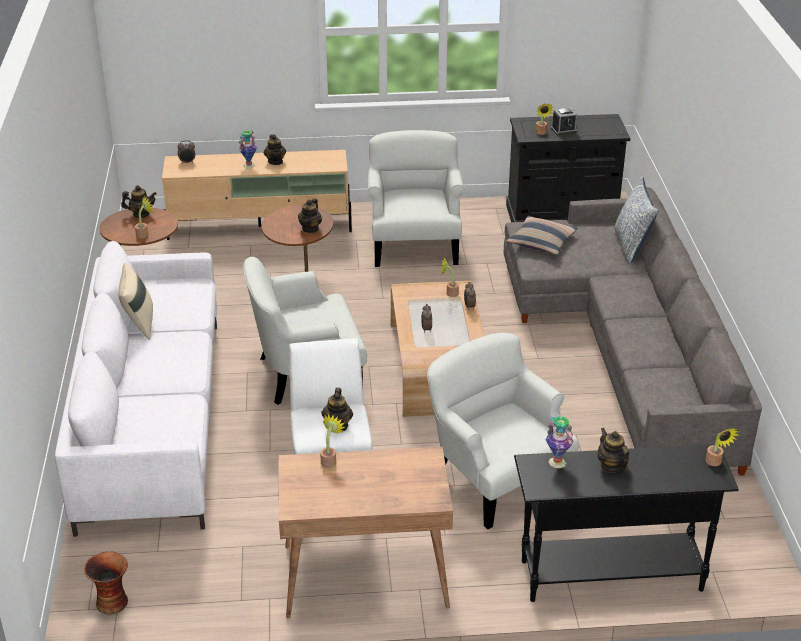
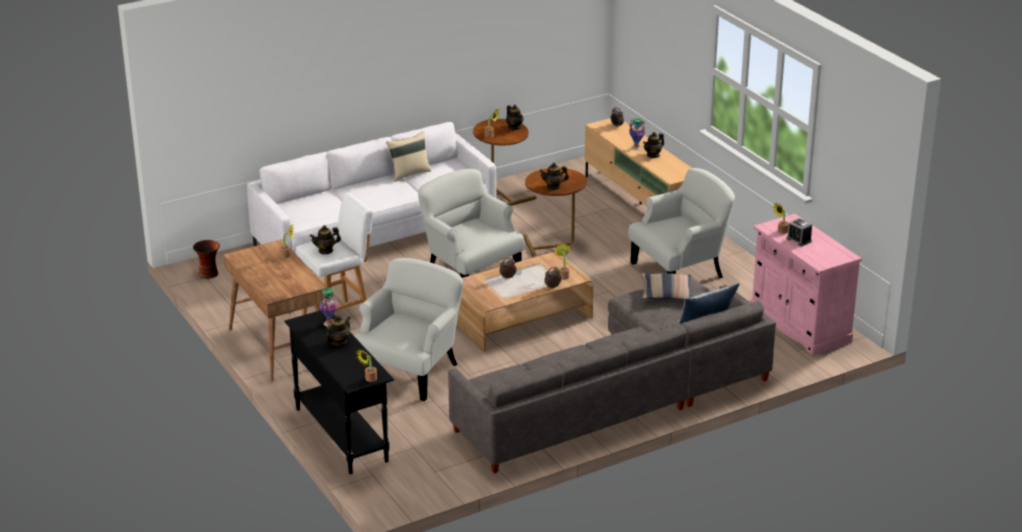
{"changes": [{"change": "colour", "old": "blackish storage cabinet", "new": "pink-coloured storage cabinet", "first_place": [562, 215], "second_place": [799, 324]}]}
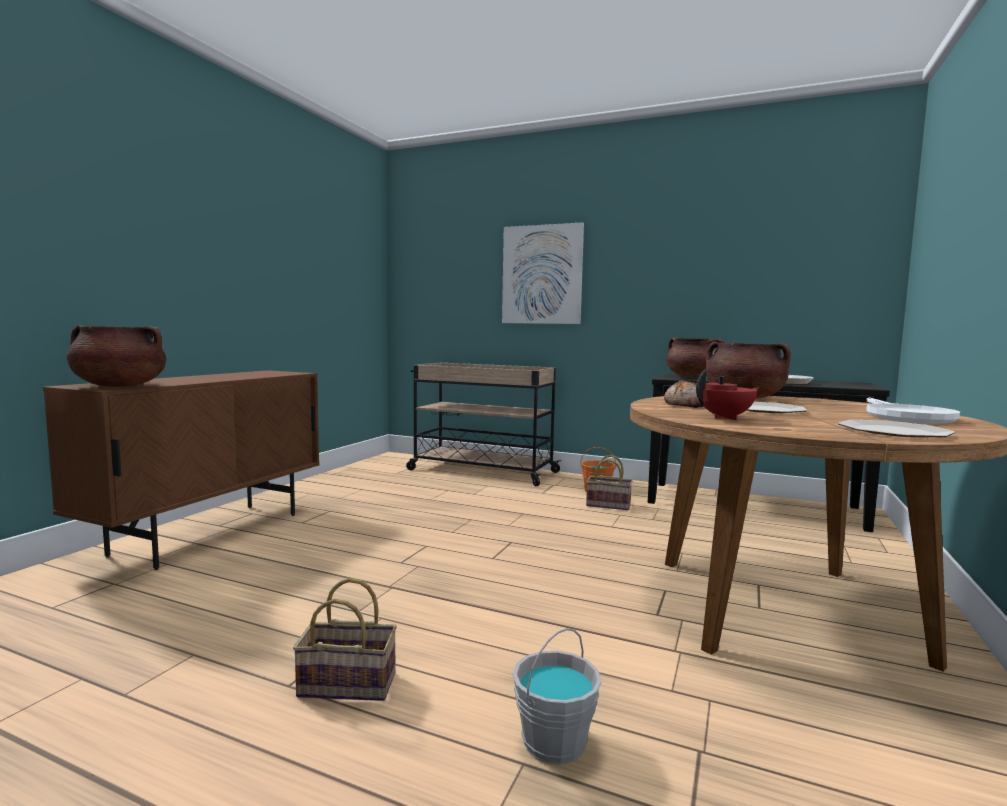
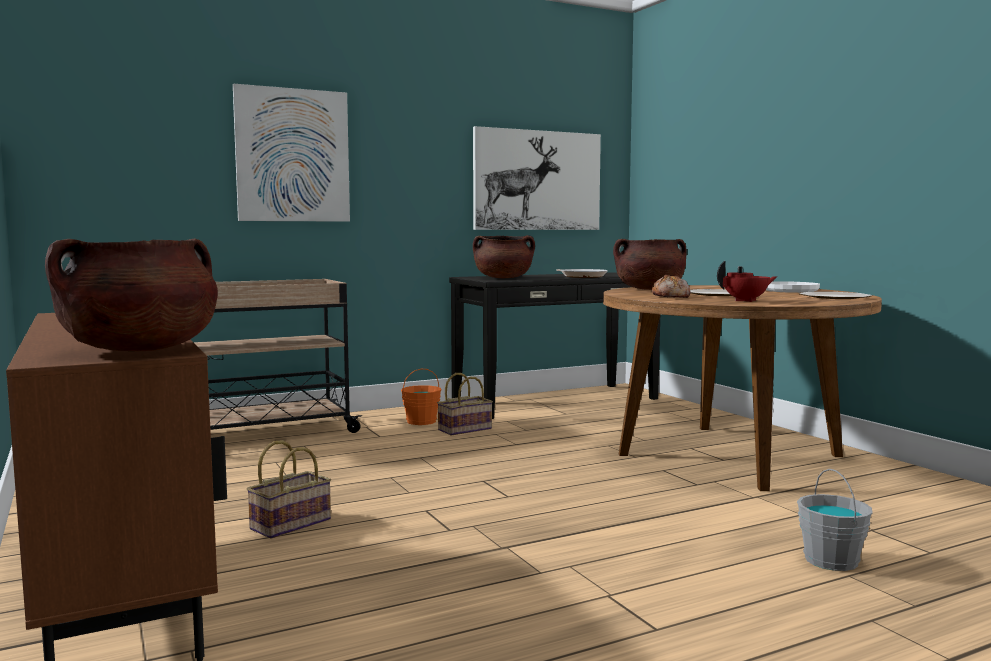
{"changes": [{"change": "relocated", "old": "household basket", "first_place": [350, 684], "second_place": [291, 523]}, {"change": "spun", "old": "red-coloured pot for tea", "first_place": [726, 418], "second_place": [746, 301], "degrees": 60}, {"change": "appeared", "new": "picture", "second_place": [537, 180]}]}
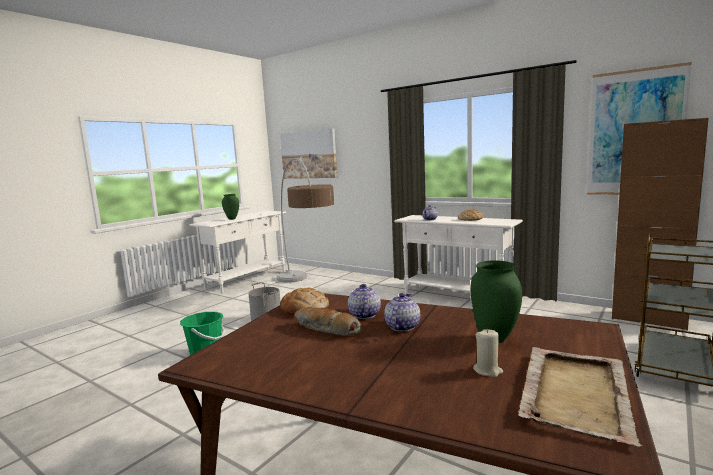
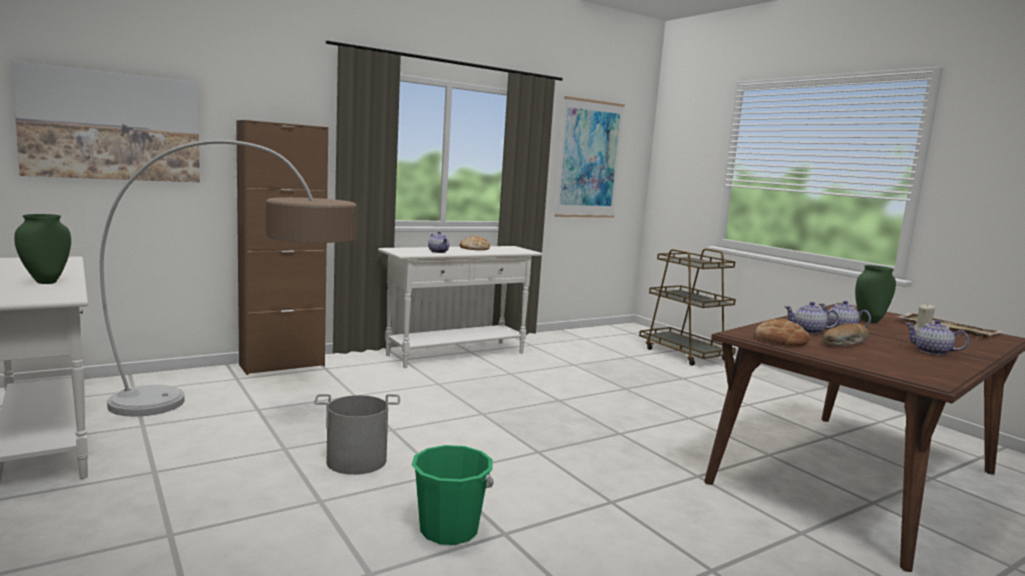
{"changes": [{"change": "relocated", "old": "brownish storage cabinet", "first_place": [648, 320], "second_place": [282, 365]}, {"change": "appeared", "new": "pot for tea", "second_place": [931, 352]}]}
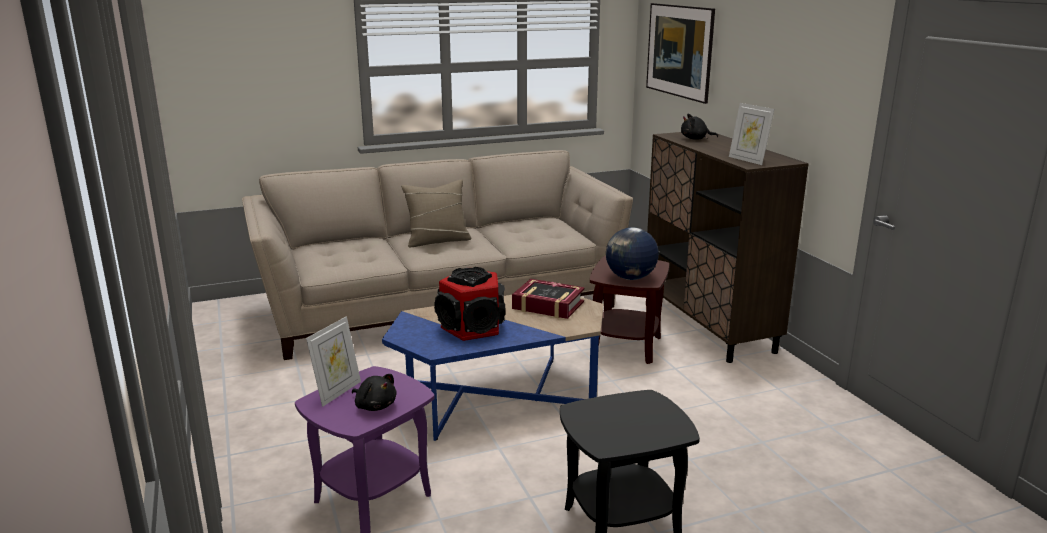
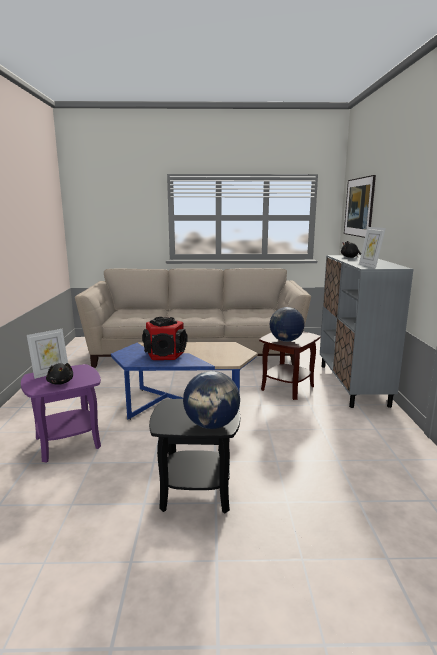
{"changes": [{"change": "missing", "old": "sand-coloured throw pillow", "first_place": [438, 241]}, {"change": "missing", "old": "bound book", "first_place": [548, 305]}, {"change": "colour", "old": "brownish storage cabinet", "new": "greyish storage cabinet", "first_place": [709, 326], "second_place": [352, 384]}, {"change": "appeared", "new": "desk globe", "second_place": [212, 425]}]}
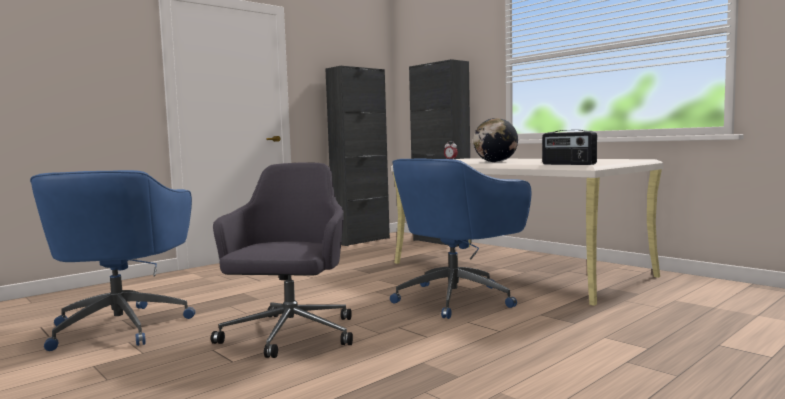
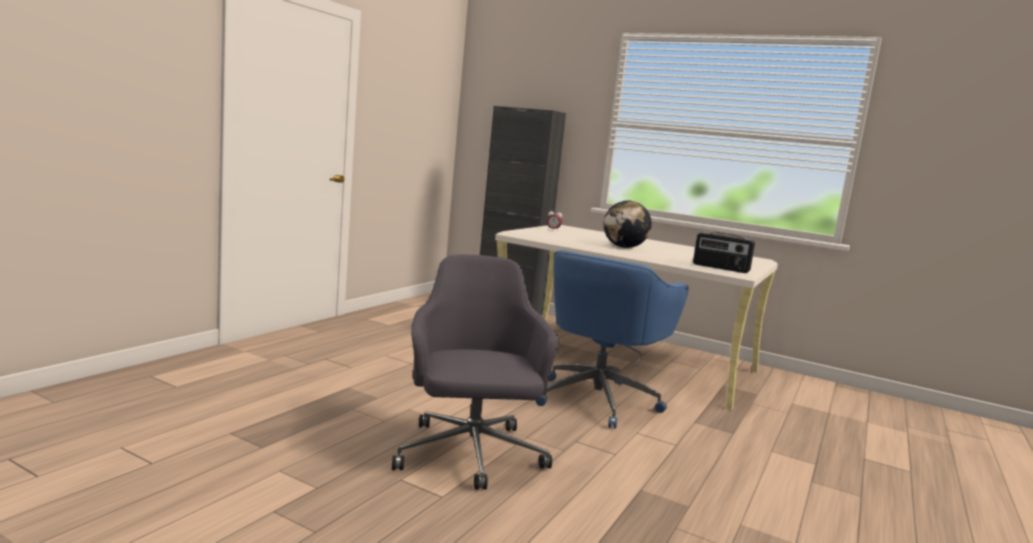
{"changes": [{"change": "missing", "old": "bluish computer chair", "first_place": [121, 326]}, {"change": "missing", "old": "blackish storage cabinet", "first_place": [361, 240]}]}
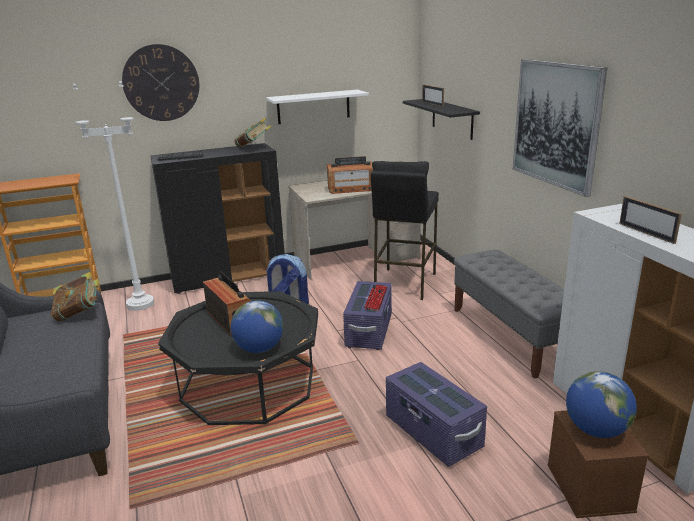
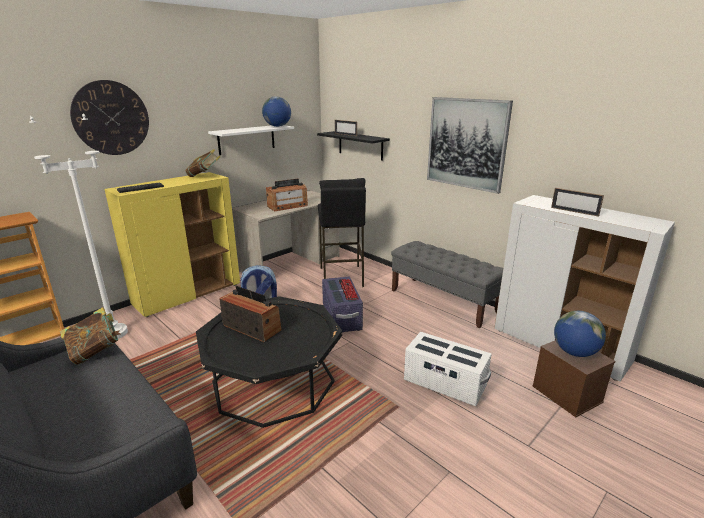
{"changes": [{"change": "colour", "old": "blackish storage cabinet", "new": "yellowish storage cabinet", "first_place": [229, 277], "second_place": [188, 294]}, {"change": "relocated", "old": "desk globe", "first_place": [259, 349], "second_place": [277, 126]}, {"change": "colour", "old": "purple storage box", "new": "whitish storage box", "first_place": [433, 432], "second_place": [444, 384]}]}
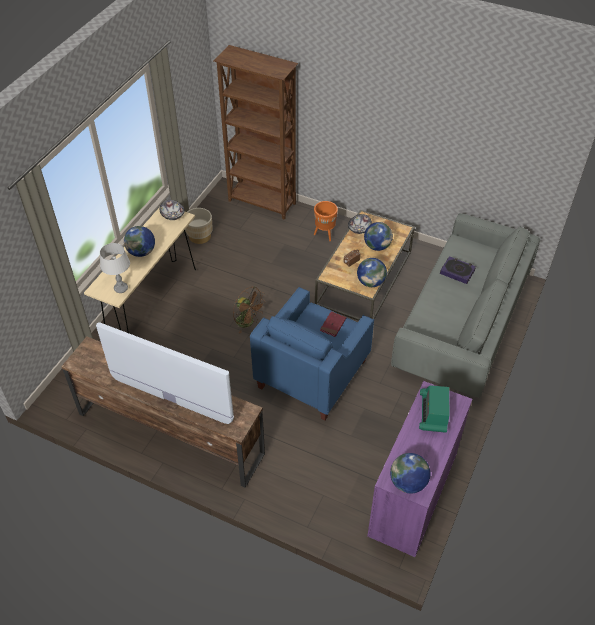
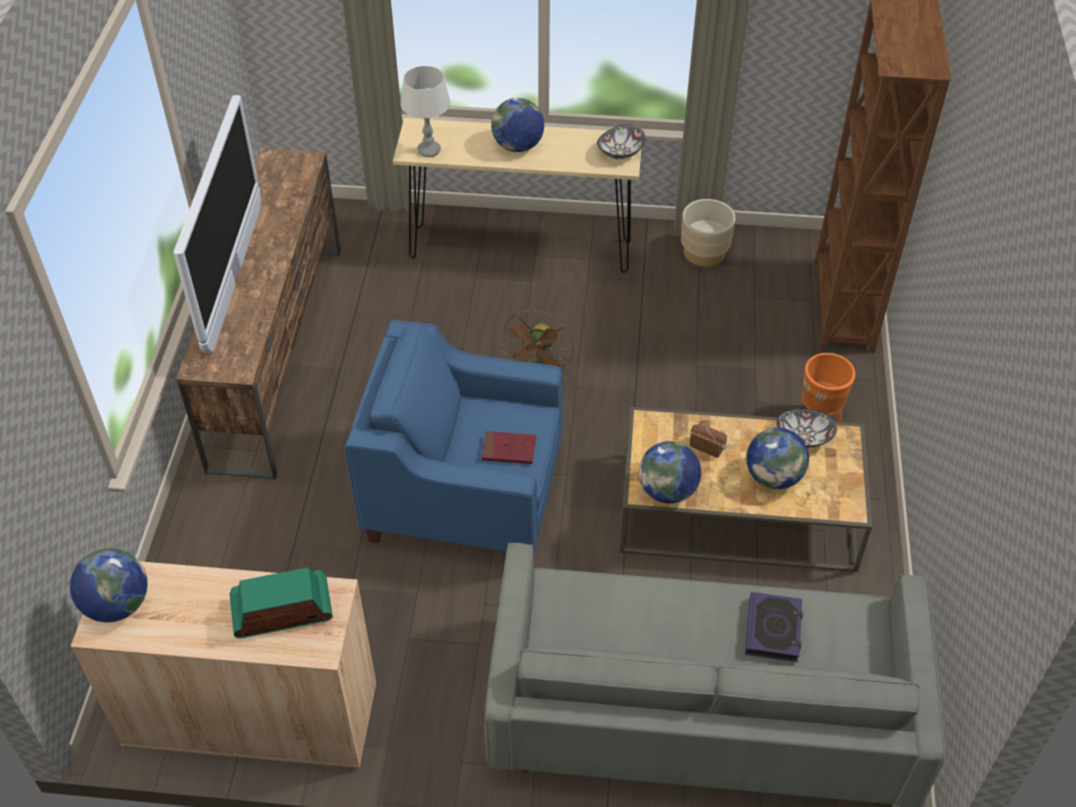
{"changes": [{"change": "colour", "old": "purple storage cabinet", "new": "sand-coloured storage cabinet", "first_place": [413, 494], "second_place": [251, 715]}]}
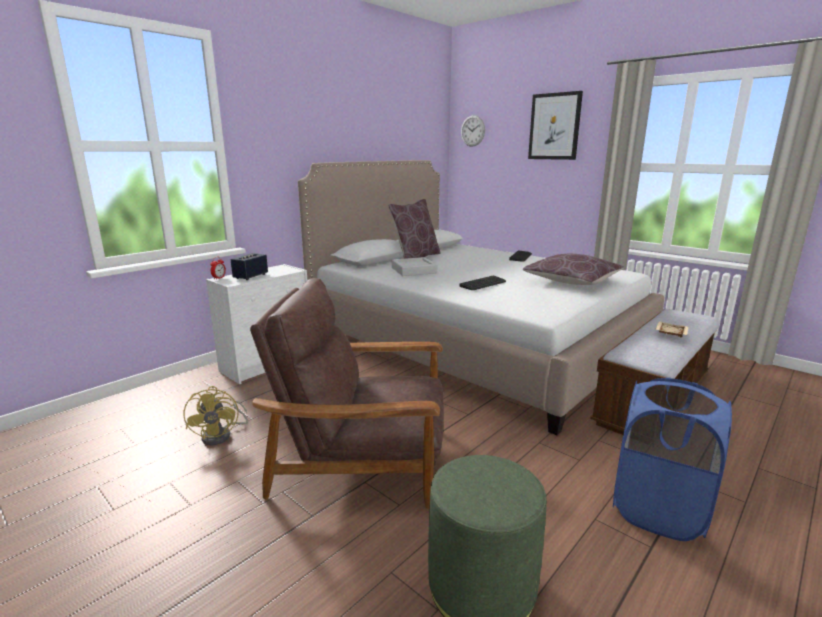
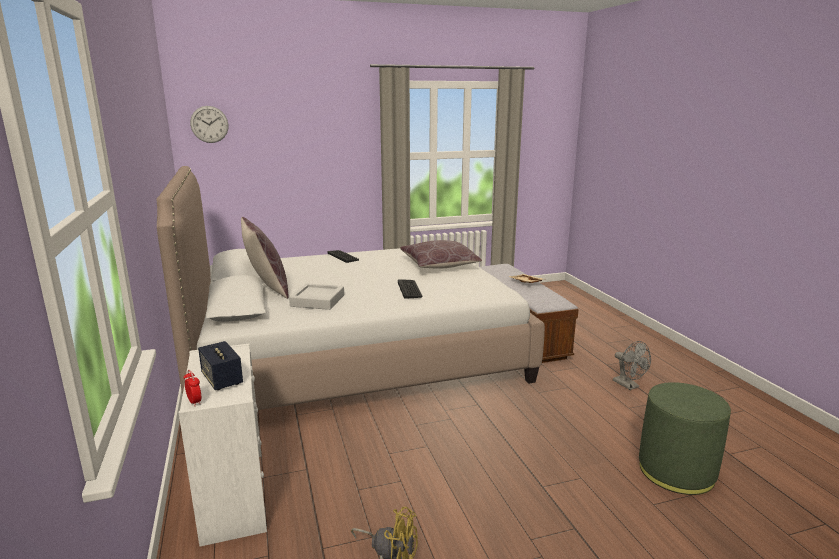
{"changes": [{"change": "missing", "old": "brownish easy chair", "first_place": [362, 459]}, {"change": "missing", "old": "picture", "first_place": [554, 126]}, {"change": "exchanged", "old": "bluish hamper", "new": "greyish fan", "first_place": [658, 510], "second_place": [629, 386]}]}
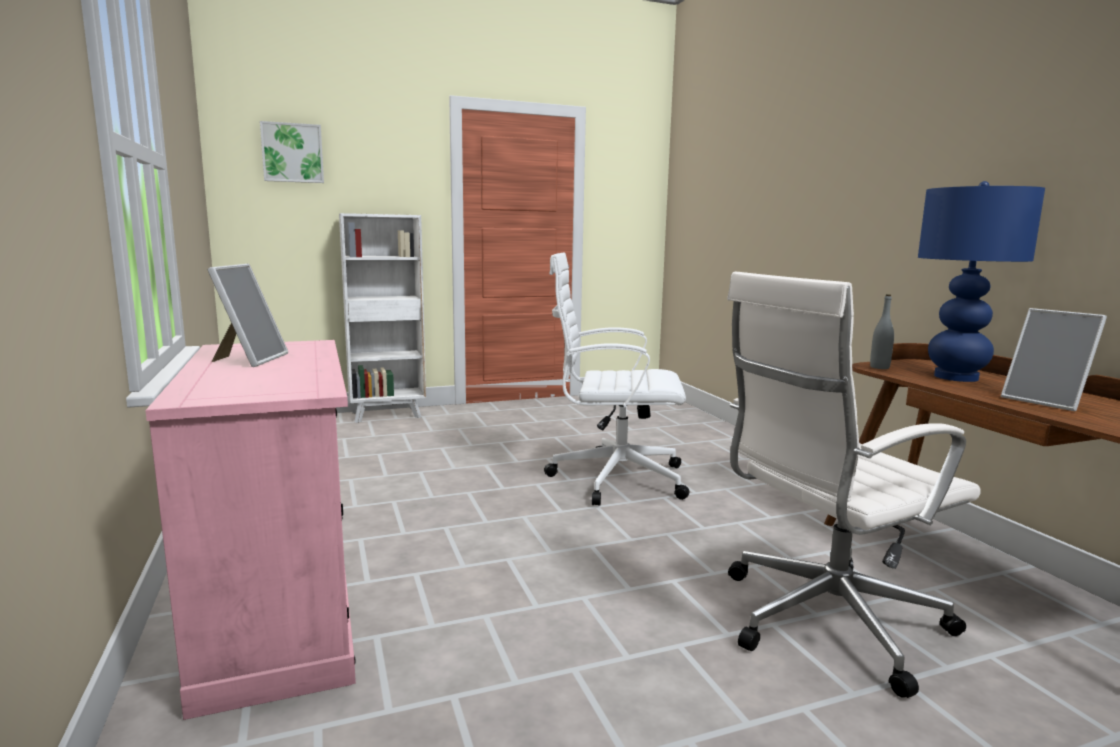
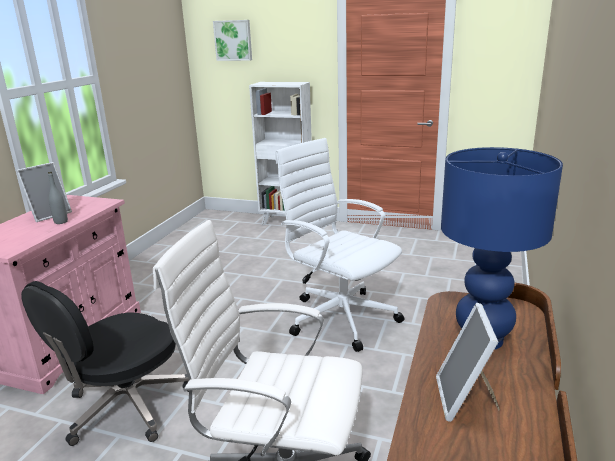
{"changes": [{"change": "relocated", "old": "greyish bottle", "first_place": [879, 367], "second_place": [61, 222]}, {"change": "appeared", "new": "blackish computer chair", "second_place": [125, 407]}]}
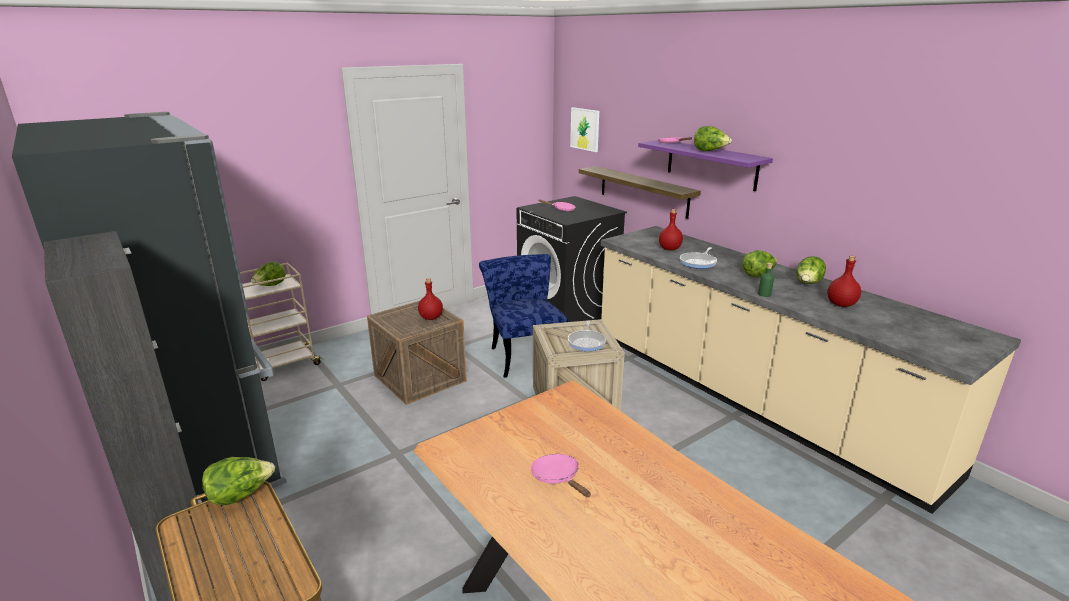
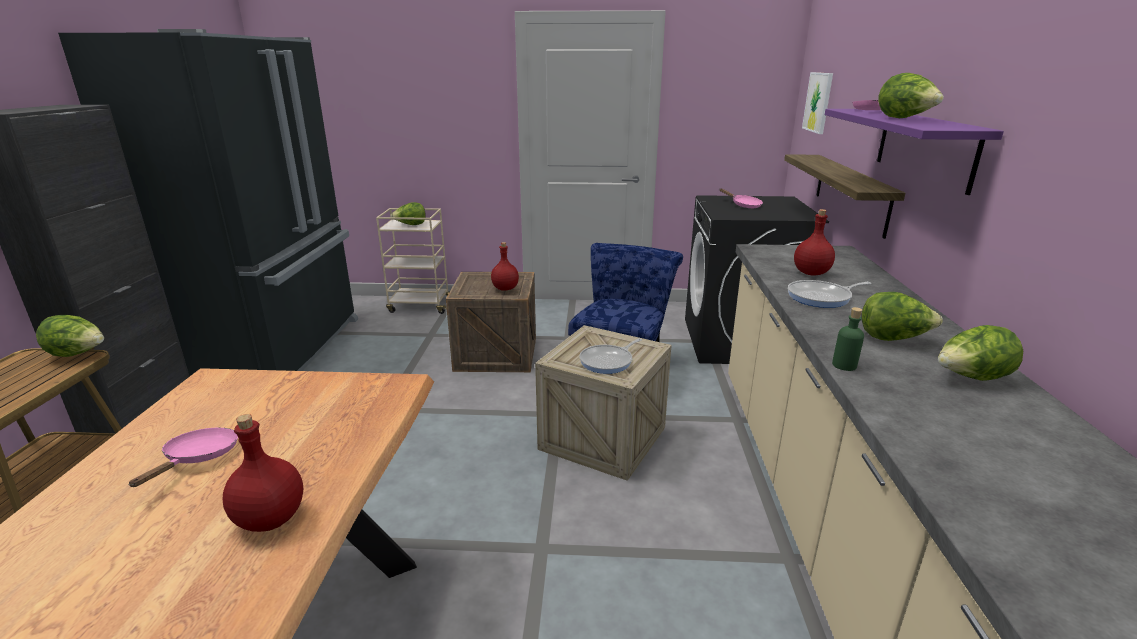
{"changes": [{"change": "relocated", "old": "red-coloured bottle", "first_place": [841, 305], "second_place": [269, 520]}]}
